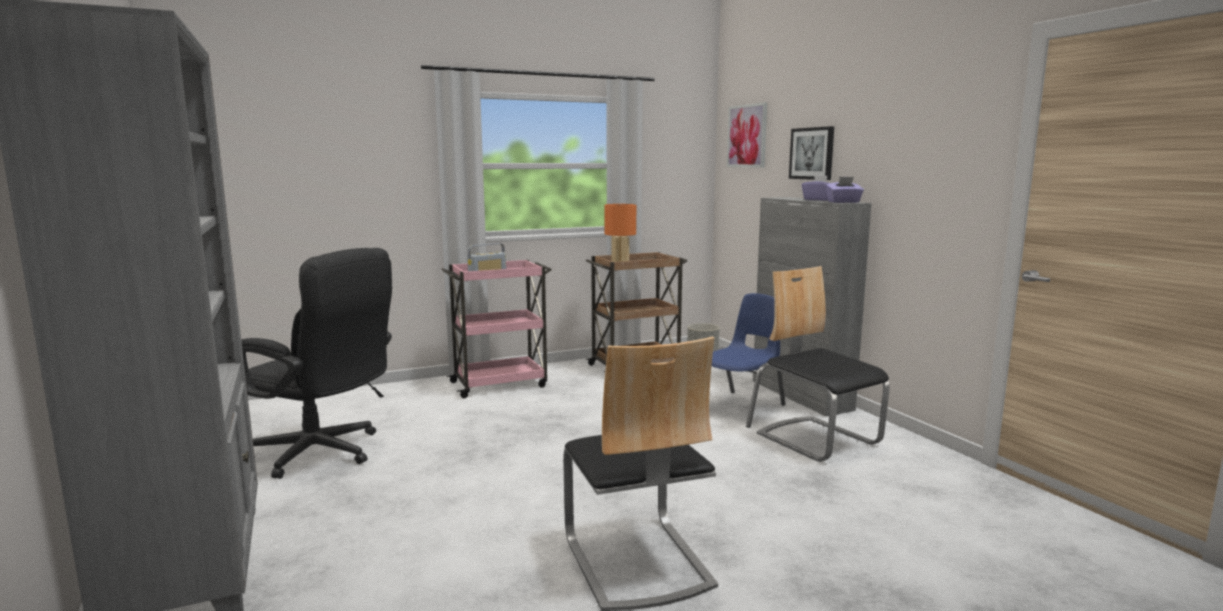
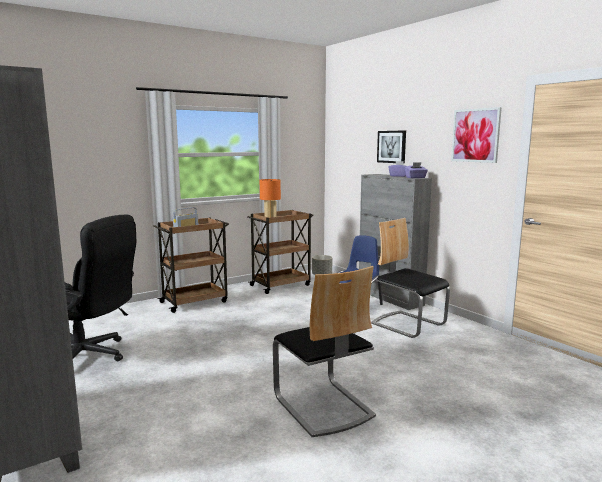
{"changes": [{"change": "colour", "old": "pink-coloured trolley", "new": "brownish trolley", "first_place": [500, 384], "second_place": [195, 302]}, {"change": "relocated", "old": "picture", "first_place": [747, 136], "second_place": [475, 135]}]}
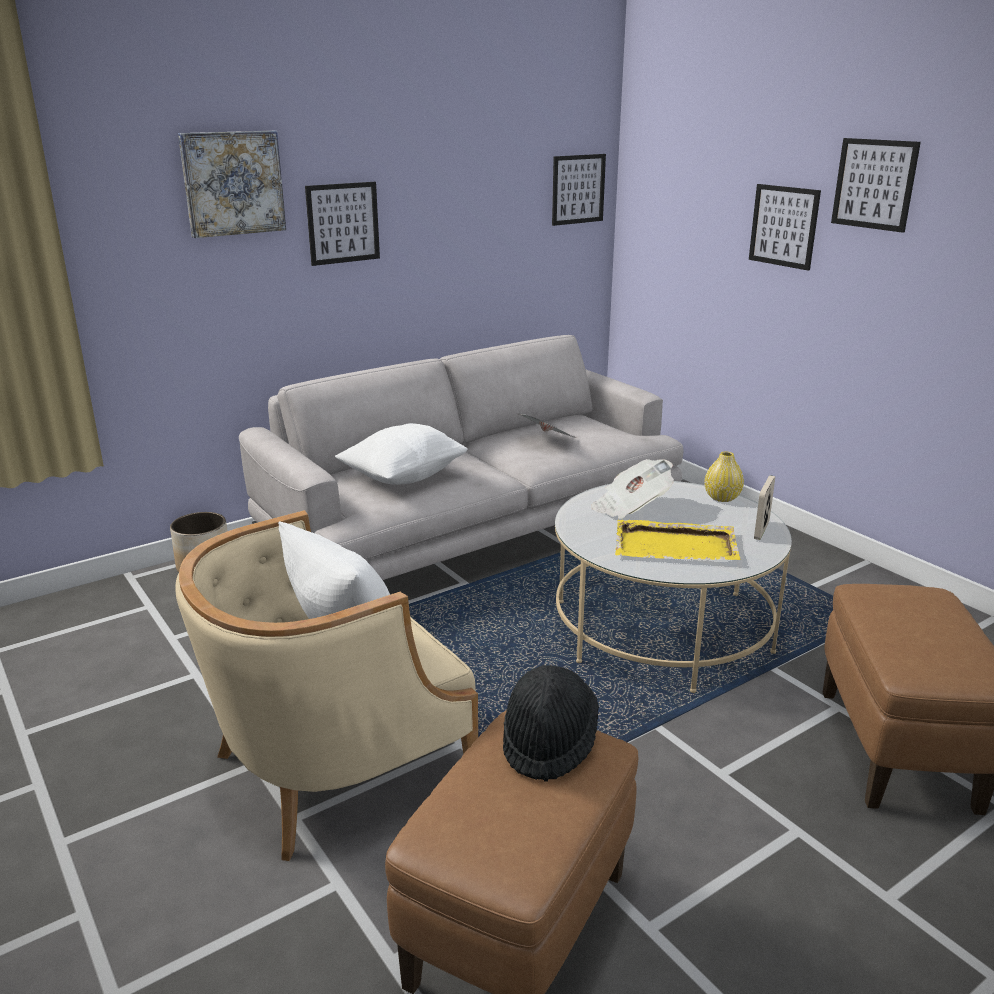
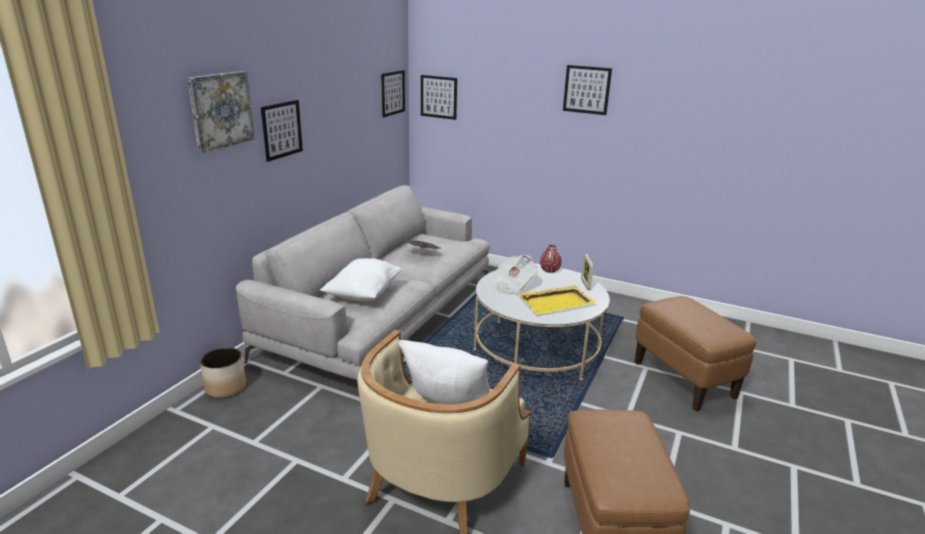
{"changes": [{"change": "missing", "old": "blackish hat", "first_place": [549, 742]}, {"change": "colour", "old": "yellowish decorative vase", "new": "red-coloured decorative vase", "first_place": [722, 498], "second_place": [549, 270]}, {"change": "relocated", "old": "picture", "first_place": [784, 226], "second_place": [438, 97]}]}
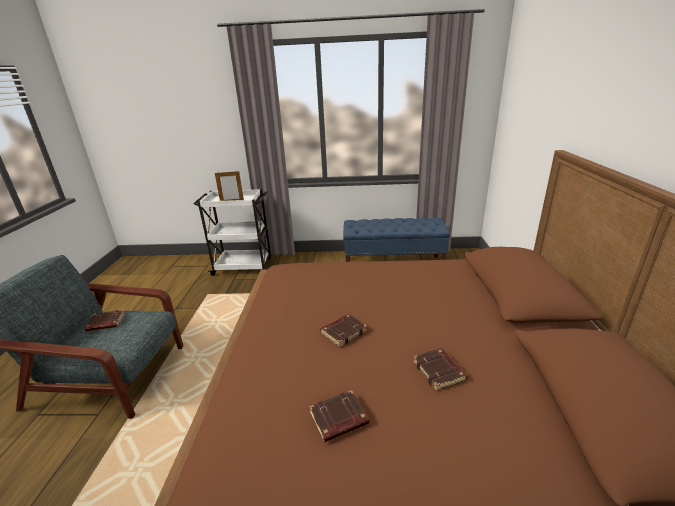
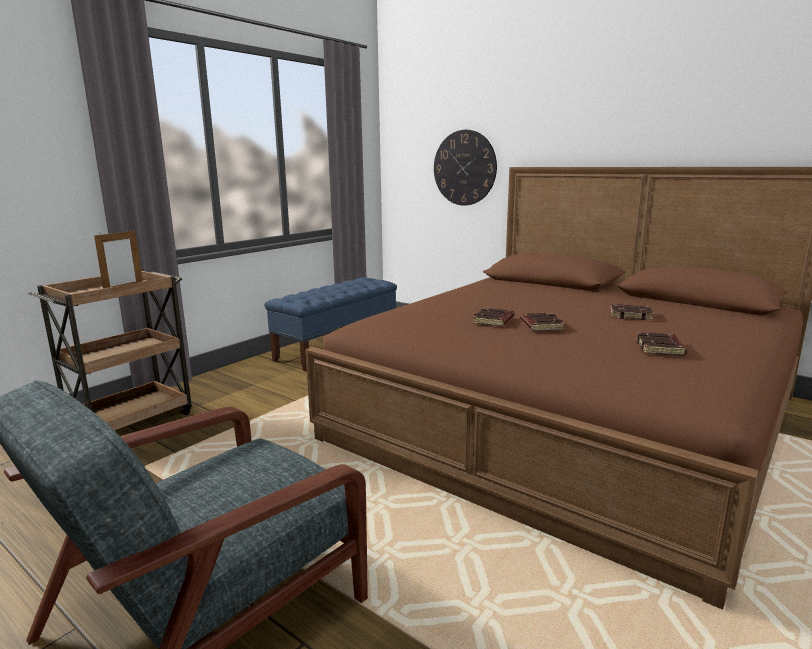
{"changes": [{"change": "relocated", "old": "brownish bound book", "first_place": [105, 323], "second_place": [494, 321]}, {"change": "colour", "old": "whitish trolley", "new": "brownish trolley", "first_place": [243, 267], "second_place": [131, 421]}, {"change": "appeared", "new": "hanging clock", "second_place": [464, 168]}]}
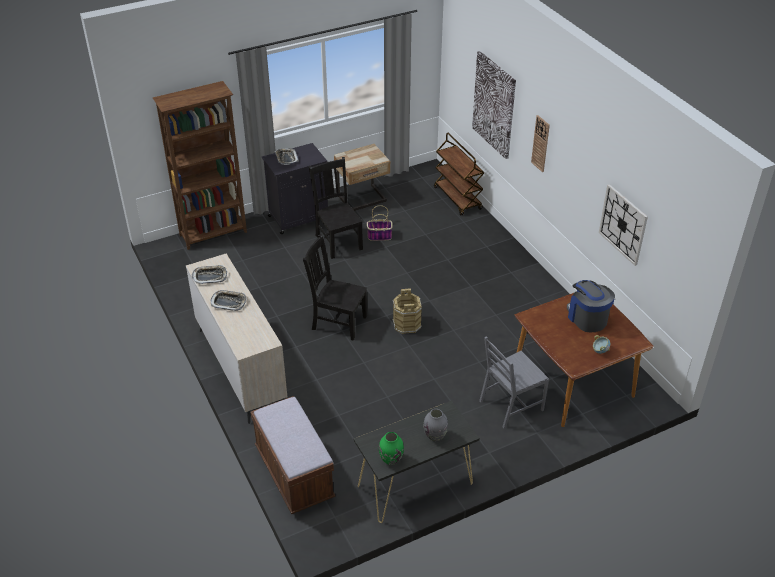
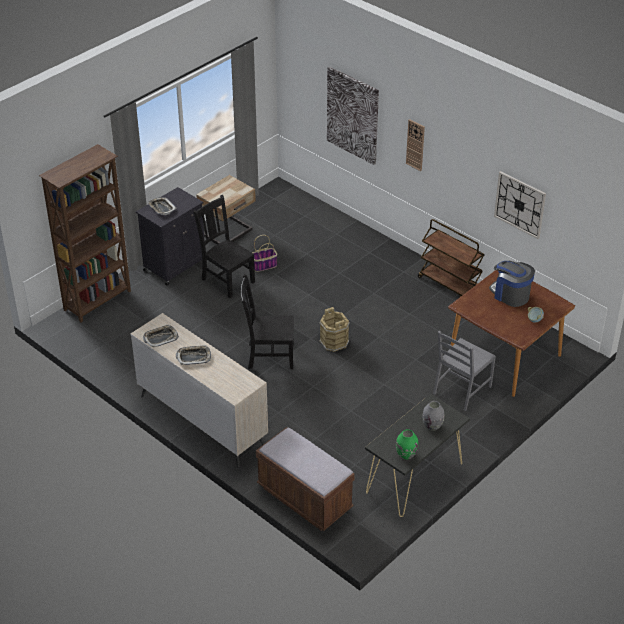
{"changes": [{"change": "relocated", "old": "brownish trolley", "first_place": [458, 198], "second_place": [449, 285]}]}
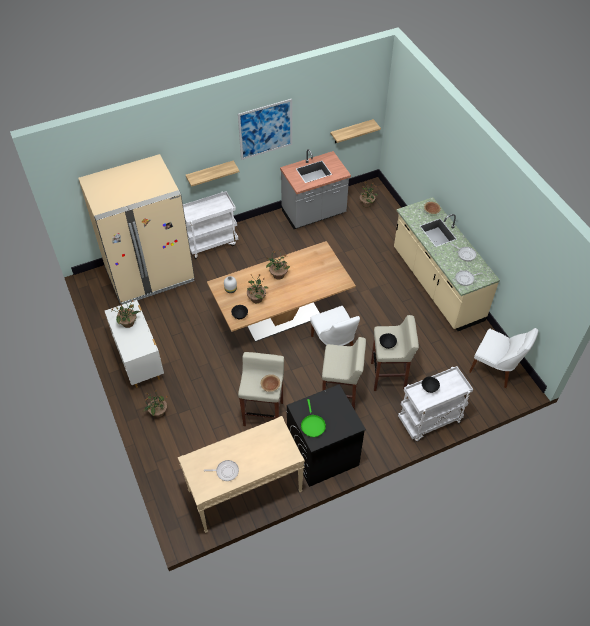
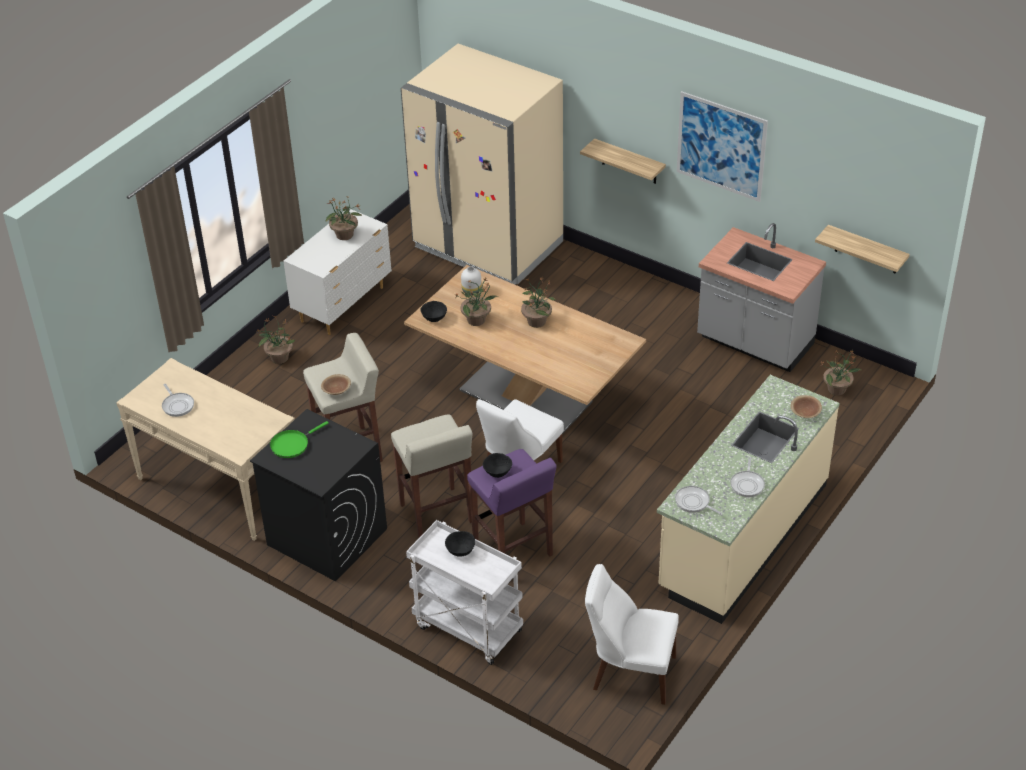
{"changes": [{"change": "missing", "old": "whitish trolley", "first_place": [211, 243]}, {"change": "colour", "old": "sand-coloured sitting stool", "new": "purple sitting stool", "first_place": [389, 376], "second_place": [513, 551]}, {"change": "spun", "old": "whitish chair", "first_place": [495, 369], "second_place": [630, 672], "degrees": 105}]}
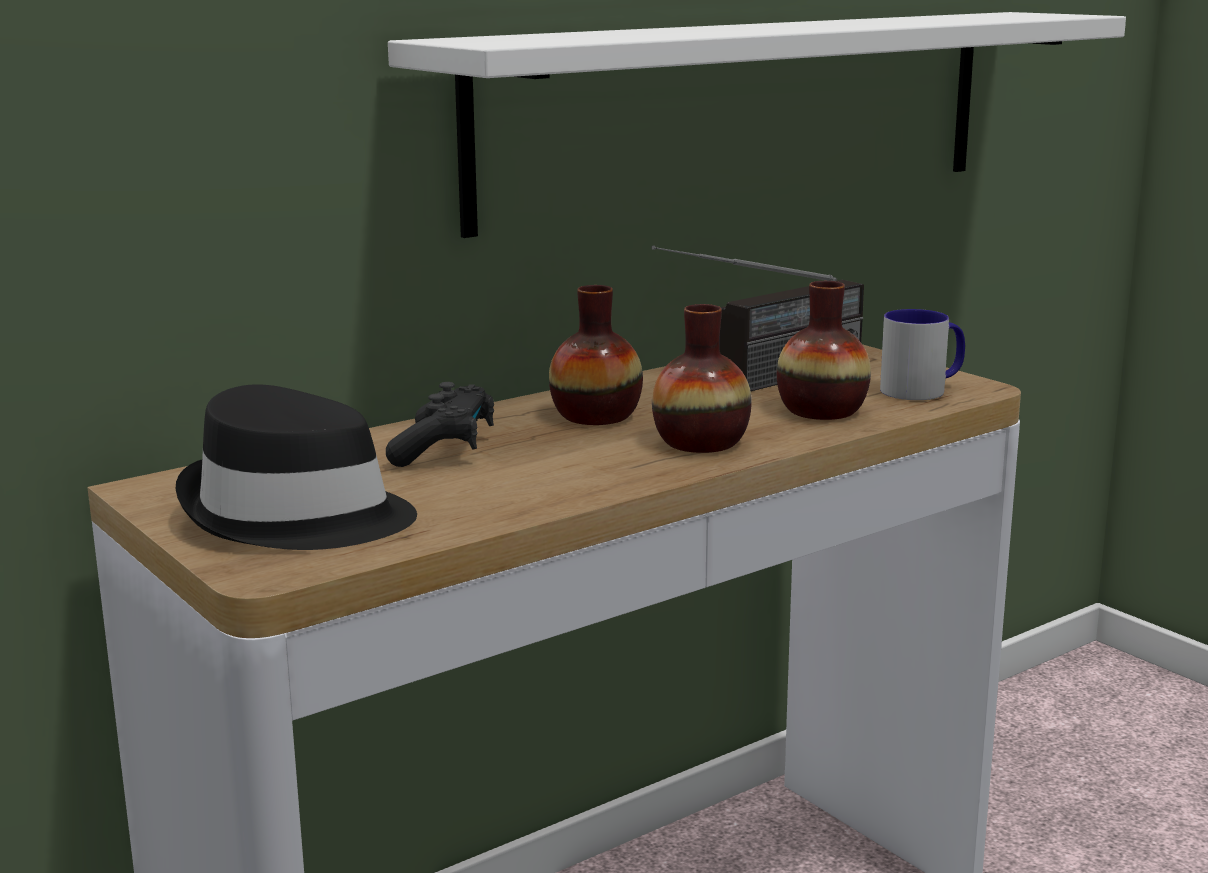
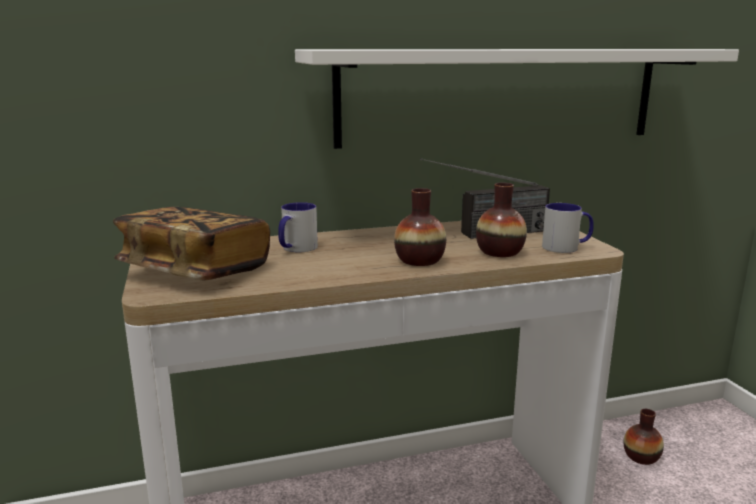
{"changes": [{"change": "exchanged", "old": "blackish hat", "new": "bound book", "first_place": [296, 516], "second_place": [196, 271]}, {"change": "exchanged", "old": "blackish game controller", "new": "coffee mug", "first_place": [444, 449], "second_place": [296, 249]}, {"change": "relocated", "old": "decorative vase", "first_place": [596, 416], "second_place": [641, 456]}]}
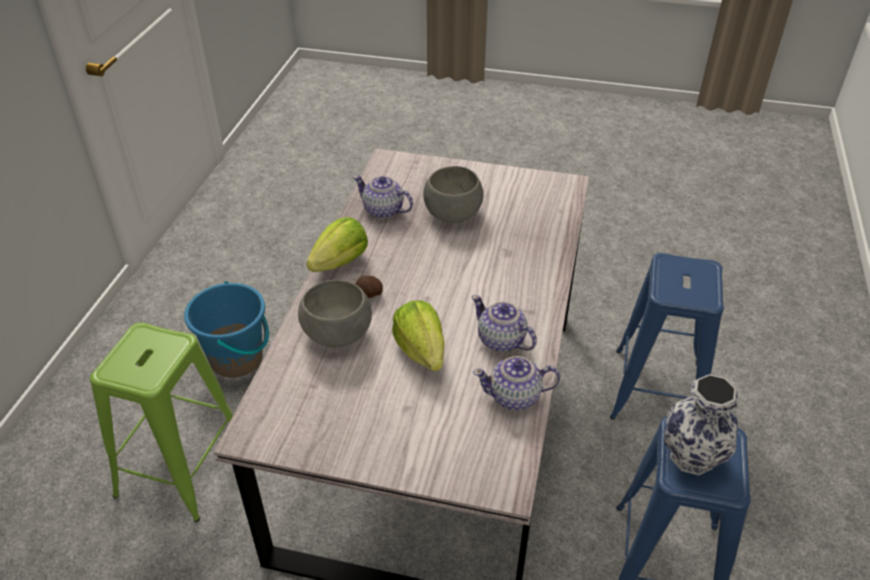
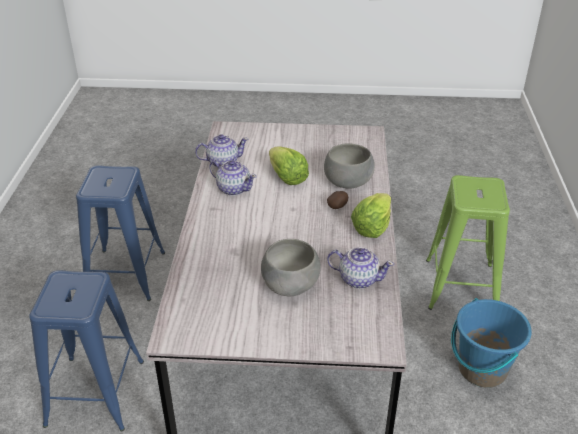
{"changes": [{"change": "missing", "old": "decorative vase", "first_place": [693, 457]}]}
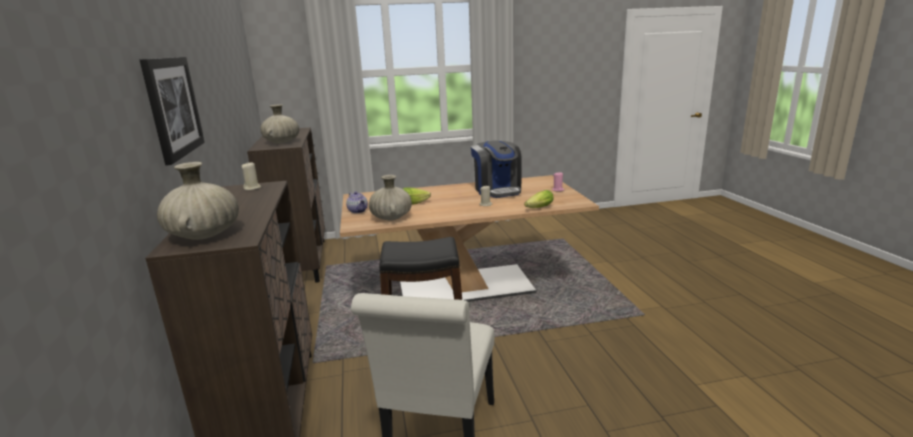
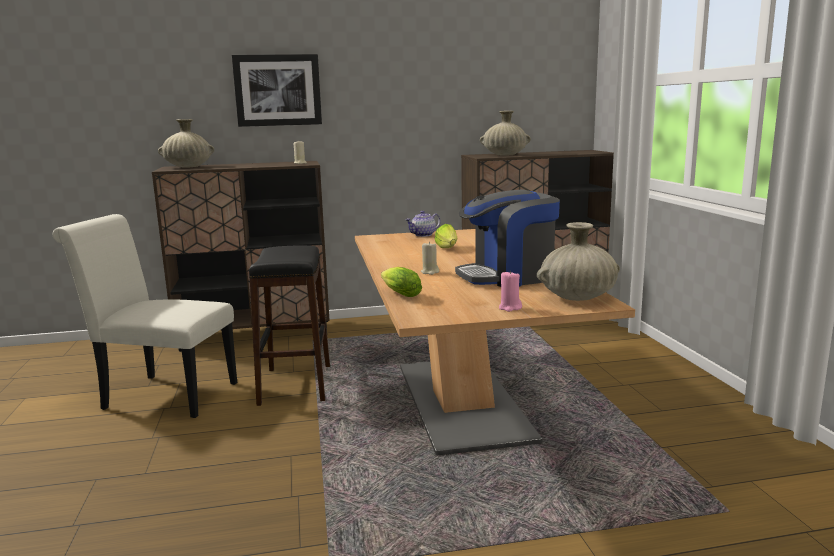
{"changes": [{"change": "relocated", "old": "sand-coloured decorative vase", "first_place": [391, 218], "second_place": [578, 298]}]}
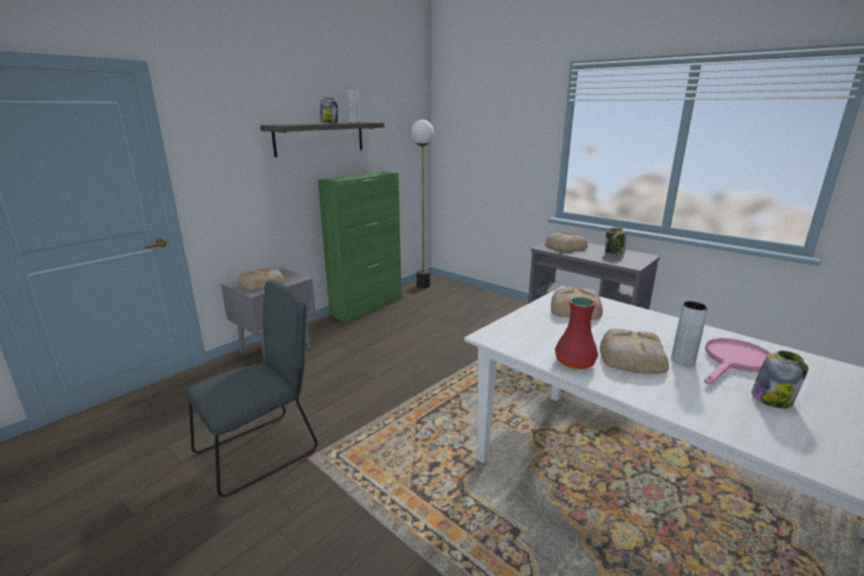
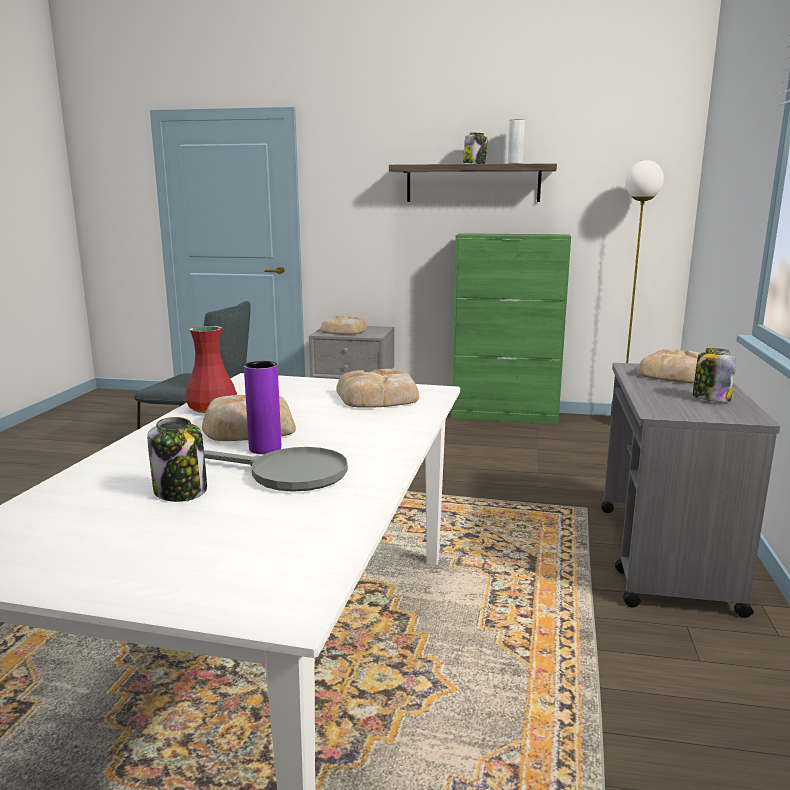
{"changes": [{"change": "colour", "old": "greyish decorative vase", "new": "purple decorative vase", "first_place": [683, 360], "second_place": [265, 448]}, {"change": "colour", "old": "pink-coloured skillet", "new": "greyish skillet", "first_place": [734, 362], "second_place": [286, 474]}]}
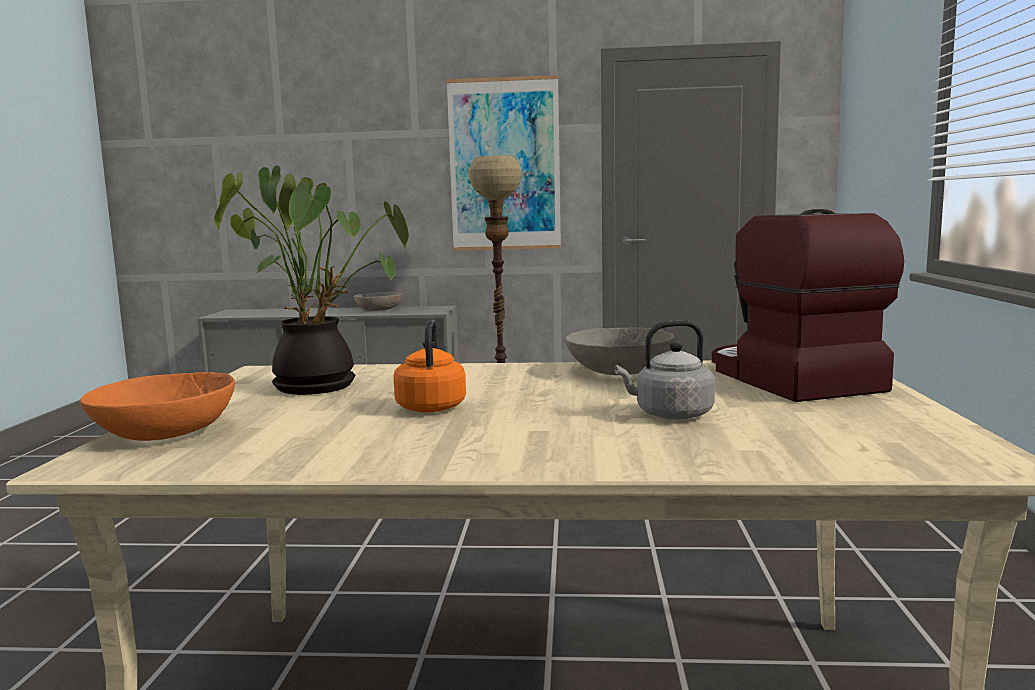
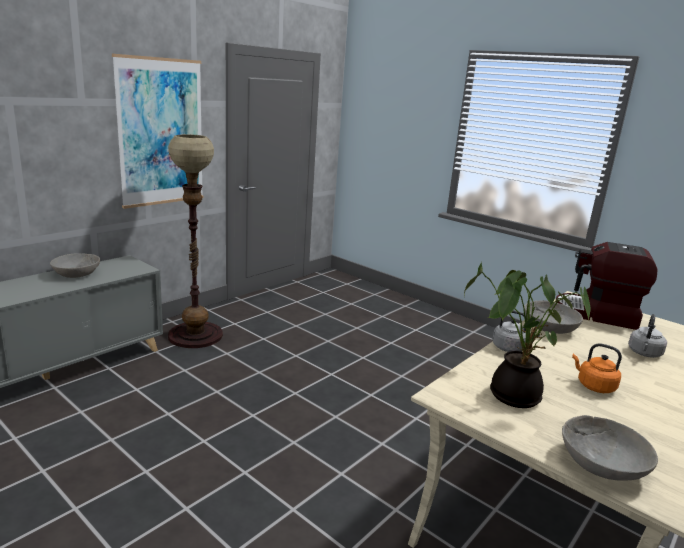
{"changes": [{"change": "colour", "old": "orange bowl", "new": "greyish bowl", "first_place": [165, 432], "second_place": [601, 464]}, {"change": "appeared", "new": "greyish tea kettle", "second_place": [510, 348]}]}
